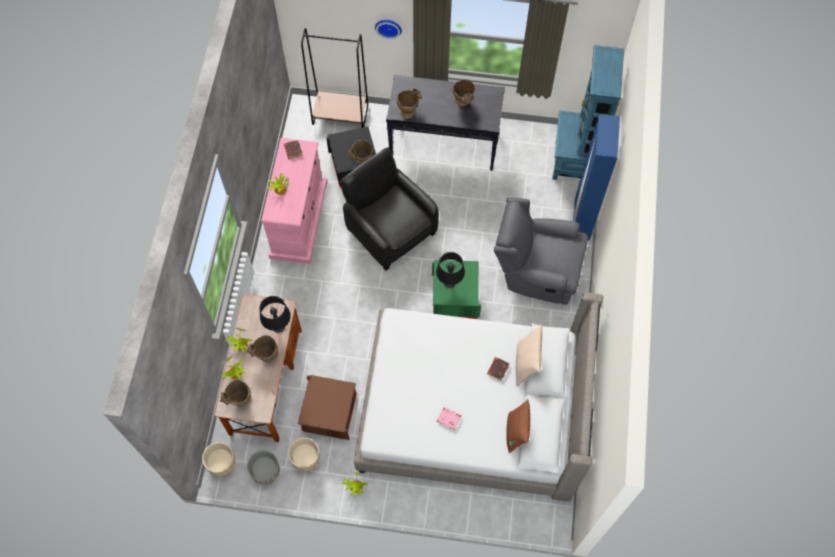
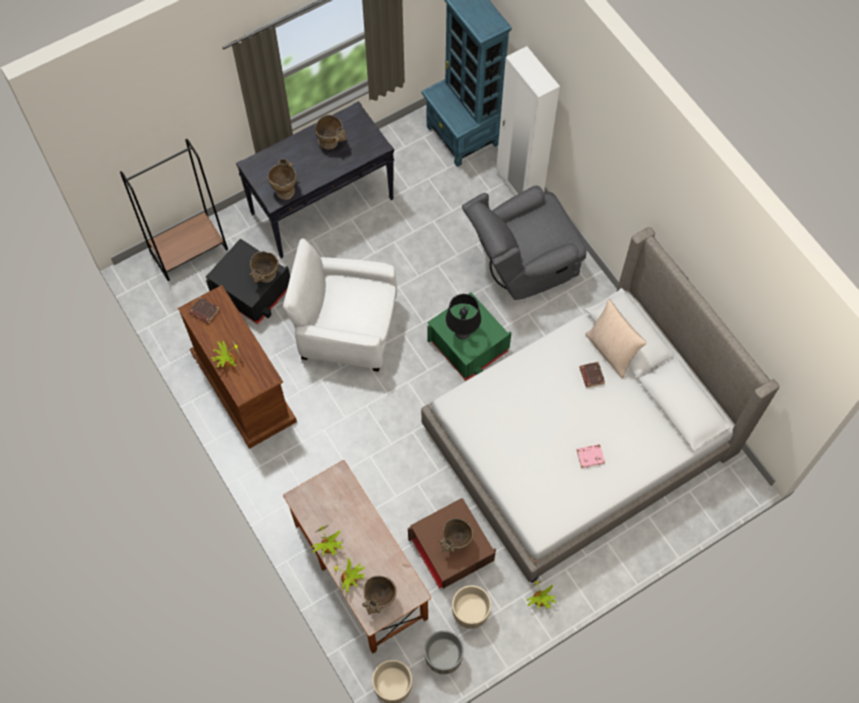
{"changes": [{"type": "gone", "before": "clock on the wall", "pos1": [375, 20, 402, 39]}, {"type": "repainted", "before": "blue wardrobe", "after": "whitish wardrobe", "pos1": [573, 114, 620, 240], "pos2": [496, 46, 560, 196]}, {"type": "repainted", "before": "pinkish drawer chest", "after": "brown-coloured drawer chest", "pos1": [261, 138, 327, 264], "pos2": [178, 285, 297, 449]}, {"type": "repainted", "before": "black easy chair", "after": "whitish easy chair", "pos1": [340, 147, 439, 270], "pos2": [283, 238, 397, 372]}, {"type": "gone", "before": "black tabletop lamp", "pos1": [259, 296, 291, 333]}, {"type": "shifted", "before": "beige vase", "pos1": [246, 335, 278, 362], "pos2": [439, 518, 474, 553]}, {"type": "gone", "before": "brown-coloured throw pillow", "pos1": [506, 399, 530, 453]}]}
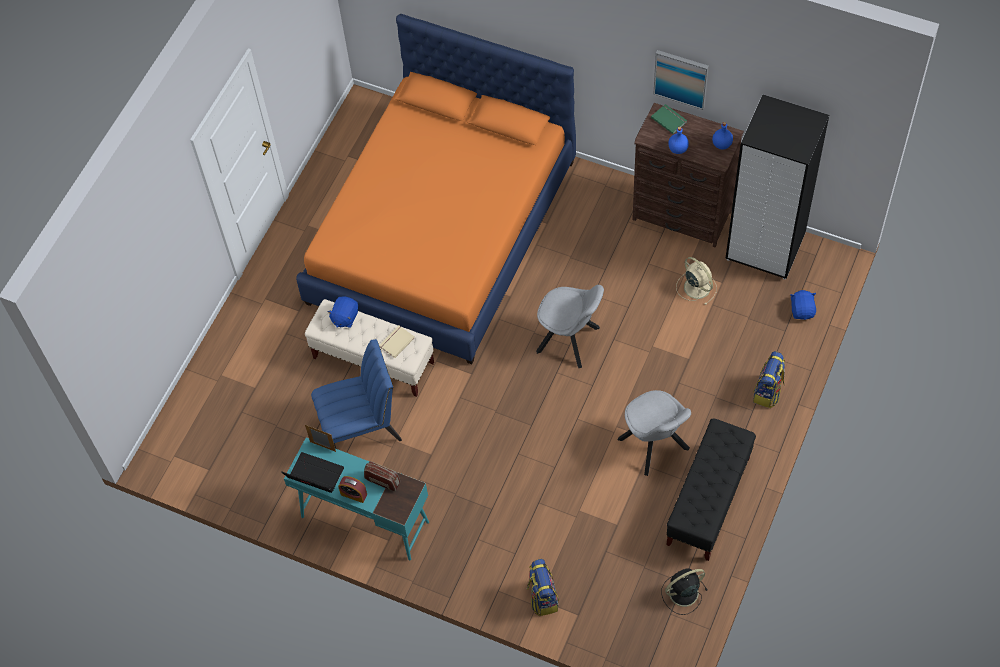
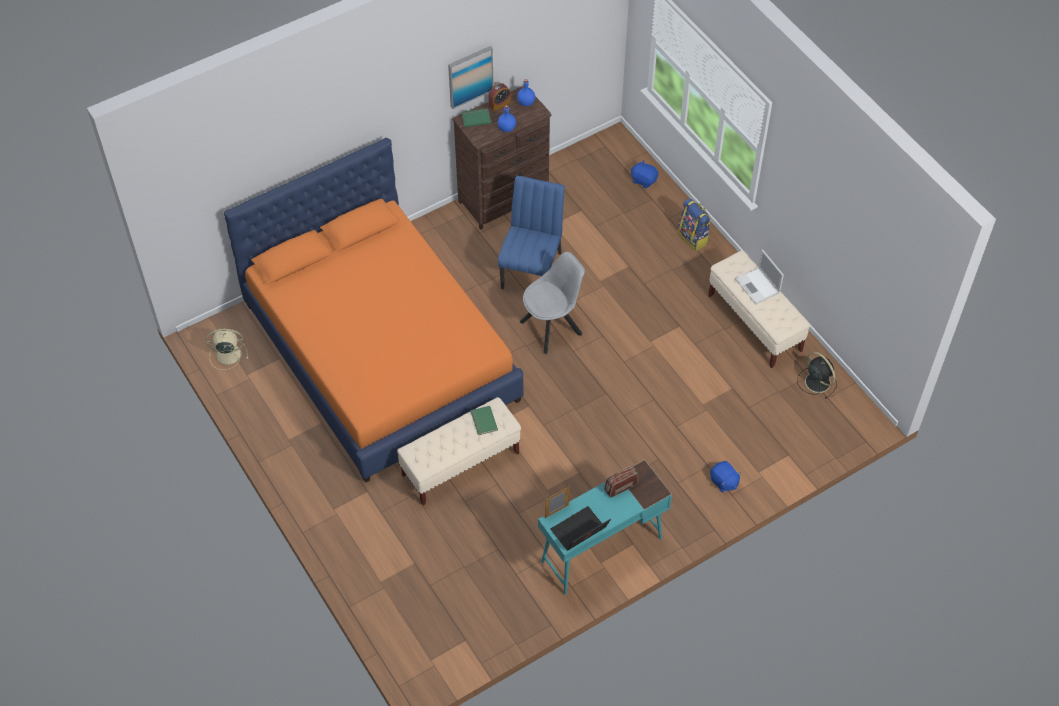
{"changes": [{"type": "gone", "before": "wardrobe", "pos1": [725, 94, 829, 280]}, {"type": "shifted", "before": "beige electric fan", "pos1": [676, 257, 717, 305], "pos2": [206, 329, 248, 370]}, {"type": "shifted", "before": "blue soft toy", "pos1": [327, 296, 358, 328], "pos2": [710, 461, 741, 493]}, {"type": "repainted", "before": "beige book", "after": "green-coloured book", "pos1": [379, 325, 415, 358], "pos2": [470, 406, 498, 435]}, {"type": "shifted", "before": "blue chair", "pos1": [311, 339, 402, 449], "pos2": [498, 176, 565, 289]}, {"type": "gone", "before": "grey chair", "pos1": [618, 390, 691, 476]}, {"type": "repainted", "before": "black bench", "after": "beige bench", "pos1": [666, 418, 756, 561], "pos2": [708, 250, 811, 368]}, {"type": "shifted", "before": "alarm clock", "pos1": [339, 476, 367, 503], "pos2": [489, 83, 511, 111]}, {"type": "gone", "before": "knapsack", "pos1": [527, 559, 559, 616]}, {"type": "rotated", "before": "black electric fan", "pos1": [662, 568, 708, 615], "pos2": [797, 351, 837, 399], "turn": 135}, {"type": "new", "after": "portable computer", "pos2": [735, 250, 784, 304]}]}
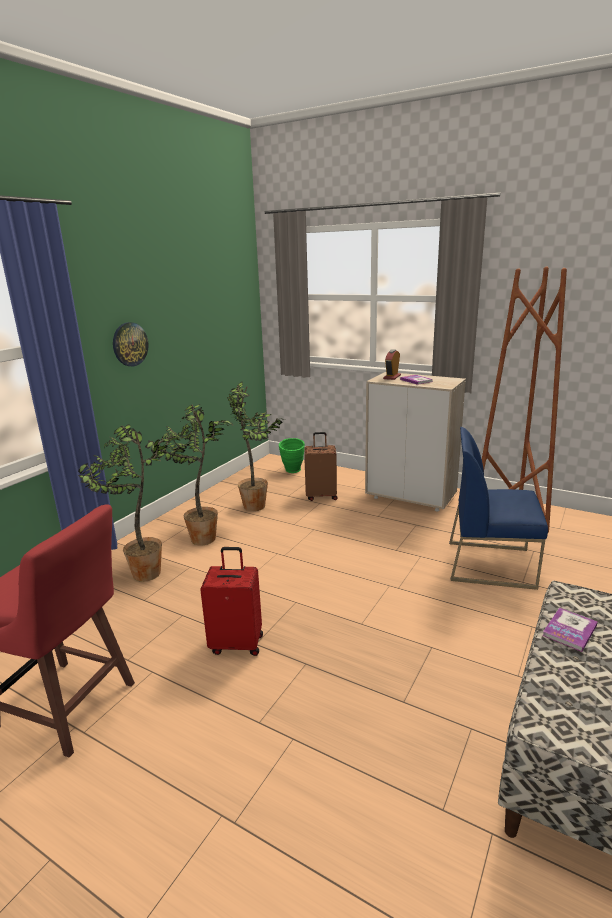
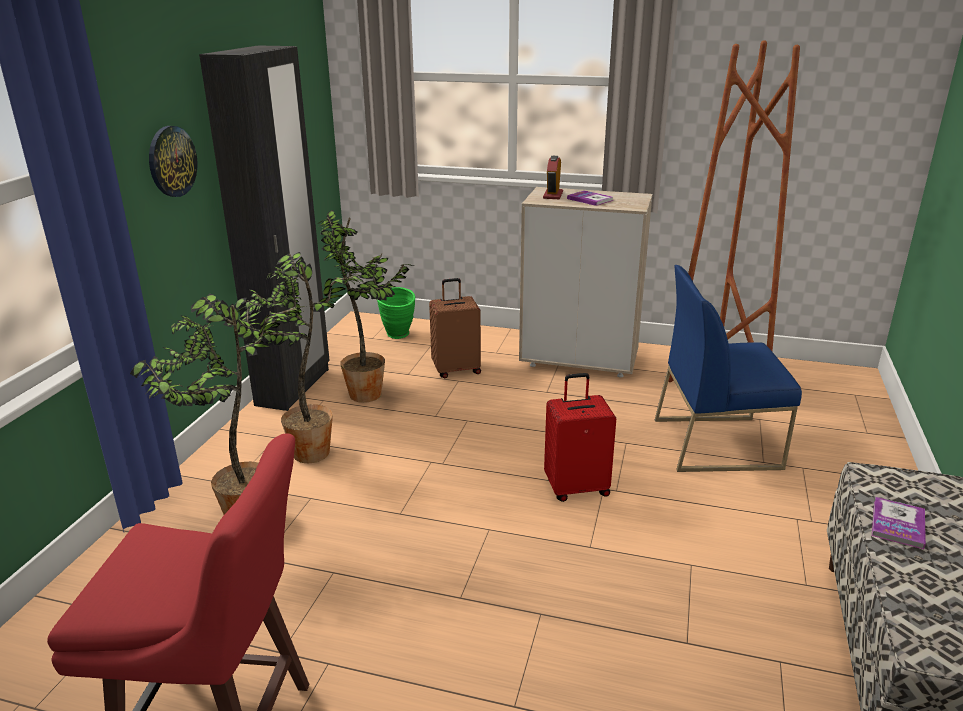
{"changes": [{"type": "shifted", "before": "reddish travel case", "pos1": [200, 547, 263, 656], "pos2": [544, 373, 616, 502]}, {"type": "new", "after": "black wardrobe", "pos2": [199, 46, 330, 411]}]}
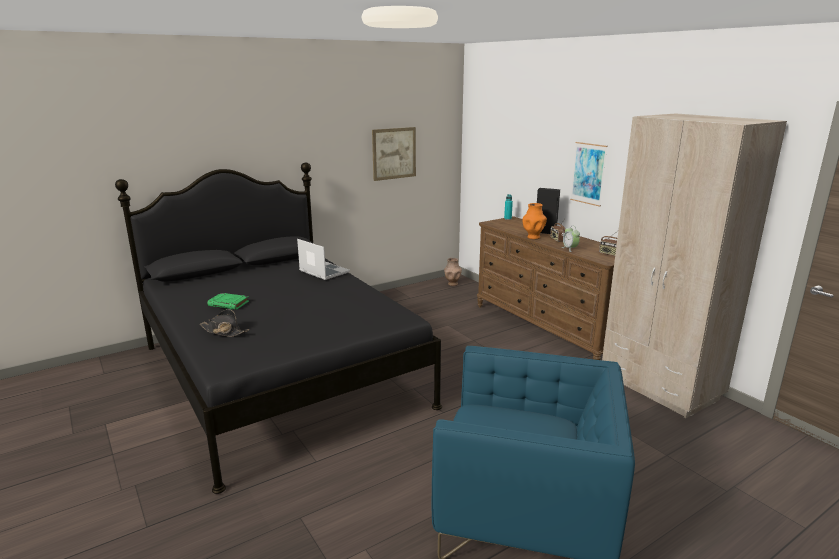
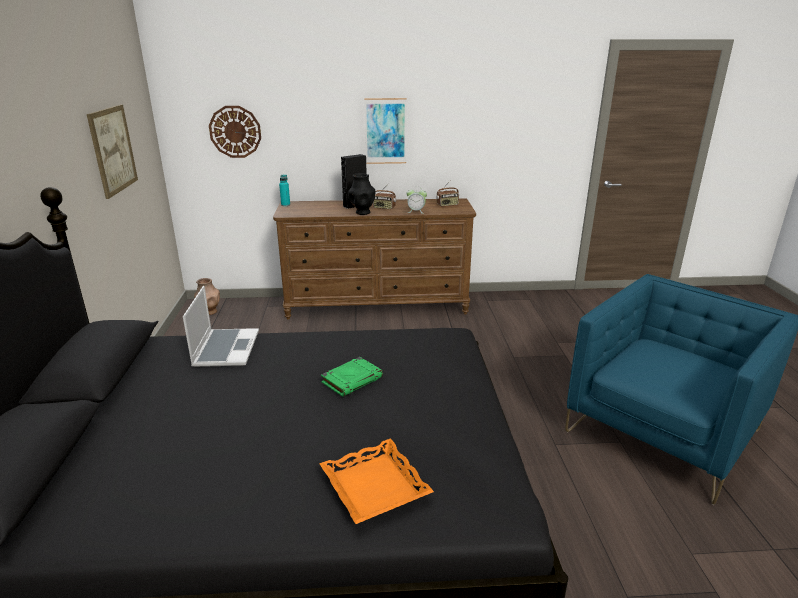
{"changes": [{"type": "gone", "before": "beige wardrobe", "pos1": [602, 114, 787, 418]}, {"type": "repainted", "before": "orange vase", "after": "black vase", "pos1": [523, 203, 547, 239], "pos2": [348, 173, 376, 215]}, {"type": "rotated", "before": "portable computer", "pos1": [297, 239, 350, 280], "pos2": [183, 286, 259, 367], "turn": 105}, {"type": "shifted", "before": "green-coloured book", "pos1": [207, 293, 249, 310], "pos2": [321, 357, 383, 397]}, {"type": "swapped", "before": "black wearable hat", "after": "orange tray", "pos1": [200, 309, 249, 337], "pos2": [319, 438, 434, 524]}, {"type": "new", "after": "clock on the wall", "pos2": [209, 106, 261, 158]}]}
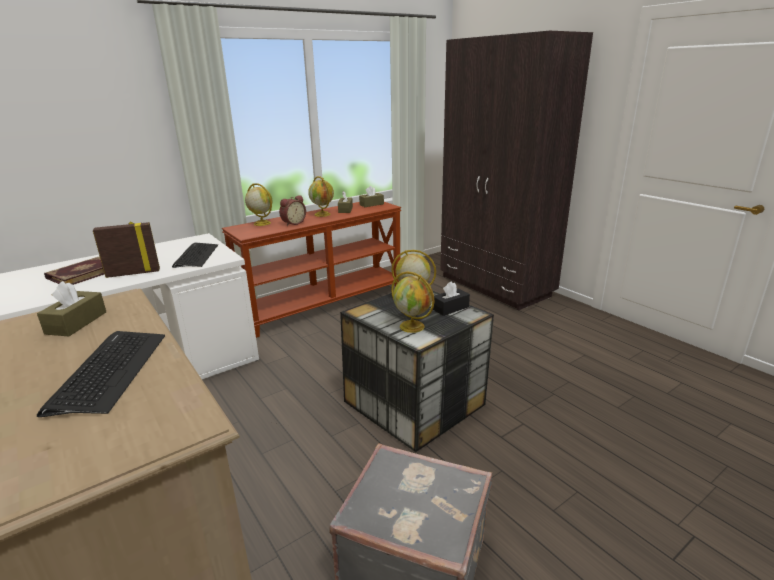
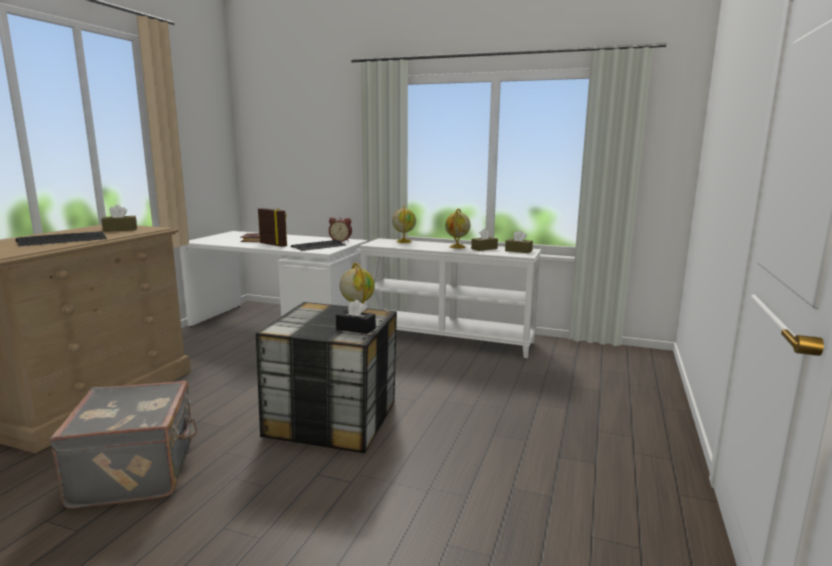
{"changes": [{"type": "gone", "before": "brown-coloured wardrobe", "pos1": [440, 31, 593, 311]}, {"type": "shifted", "before": "alarm clock", "pos1": [279, 195, 306, 226], "pos2": [329, 217, 352, 242]}, {"type": "repainted", "before": "brown-coloured narrow table", "after": "whitish narrow table", "pos1": [222, 202, 402, 338], "pos2": [359, 238, 542, 358]}, {"type": "gone", "before": "desk globe", "pos1": [391, 272, 435, 333]}]}
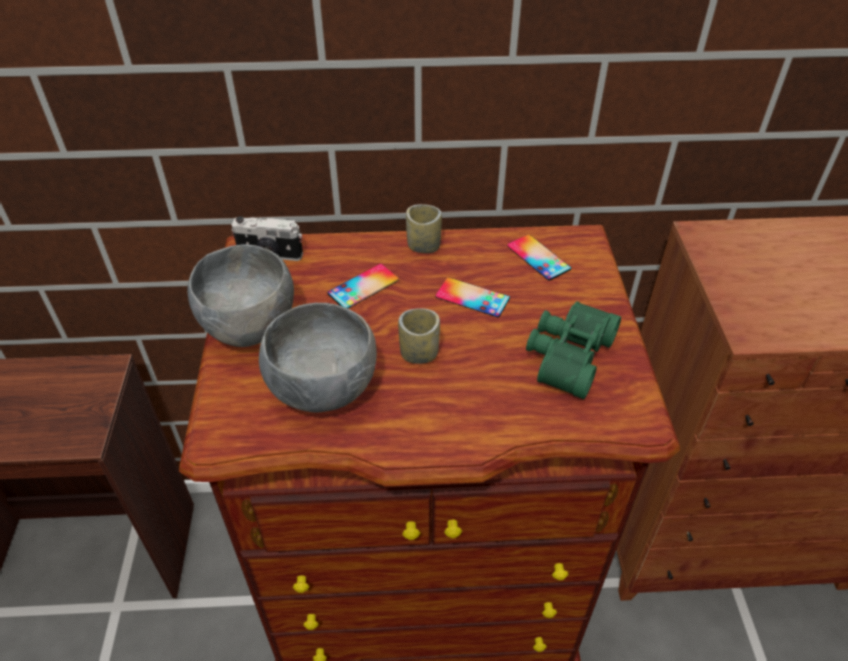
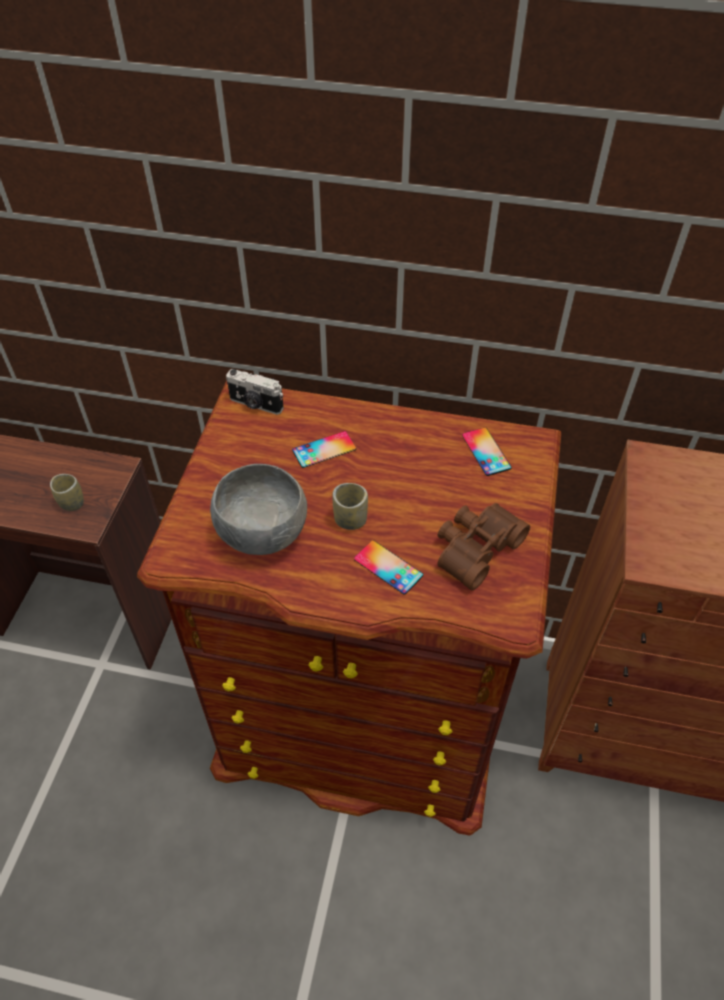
{"changes": [{"type": "shifted", "before": "cup", "pos1": [406, 204, 442, 253], "pos2": [50, 474, 84, 511]}, {"type": "gone", "before": "grey bowl", "pos1": [187, 245, 294, 347]}, {"type": "shifted", "before": "telephone", "pos1": [435, 277, 510, 317], "pos2": [354, 540, 423, 595]}, {"type": "repainted", "before": "green-coloured pair of binoculars", "after": "brown-coloured pair of binoculars", "pos1": [526, 301, 621, 399], "pos2": [438, 503, 530, 590]}]}
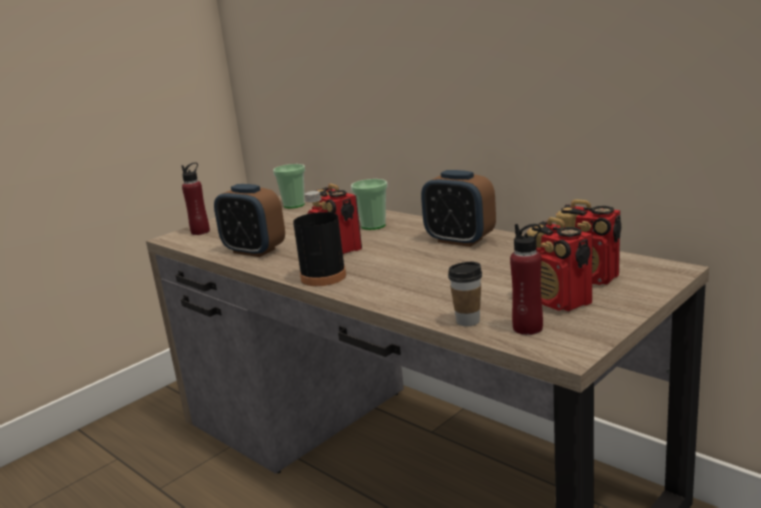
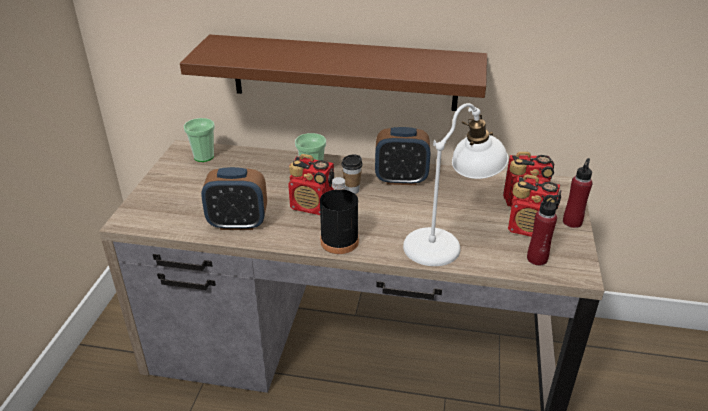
{"changes": [{"type": "shifted", "before": "reddish drink bottle", "pos1": [181, 162, 210, 235], "pos2": [563, 158, 592, 228]}, {"type": "shifted", "before": "cup", "pos1": [448, 262, 482, 326], "pos2": [342, 154, 363, 194]}, {"type": "new", "after": "brown-coloured shelf", "pos2": [180, 34, 487, 111]}, {"type": "new", "after": "whitish tabletop lamp", "pos2": [403, 103, 508, 266]}]}
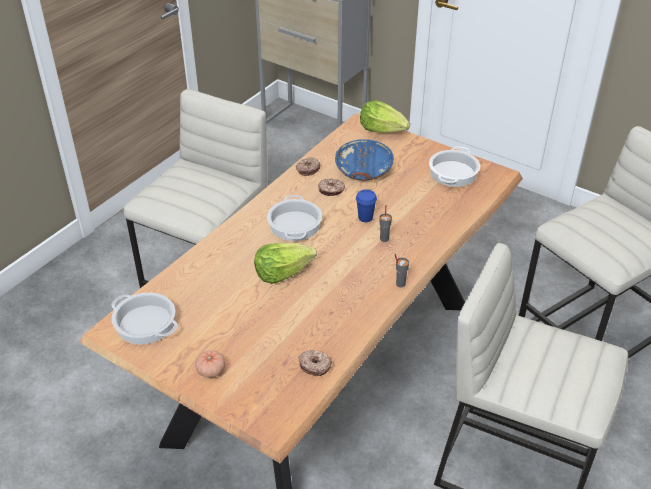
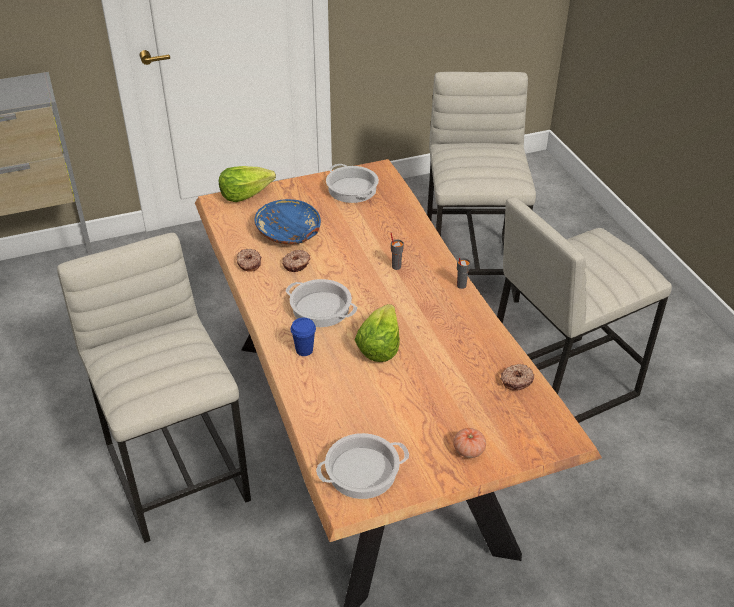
{"changes": [{"type": "shifted", "before": "blue cup", "pos1": [356, 189, 377, 222], "pos2": [291, 318, 316, 356]}]}
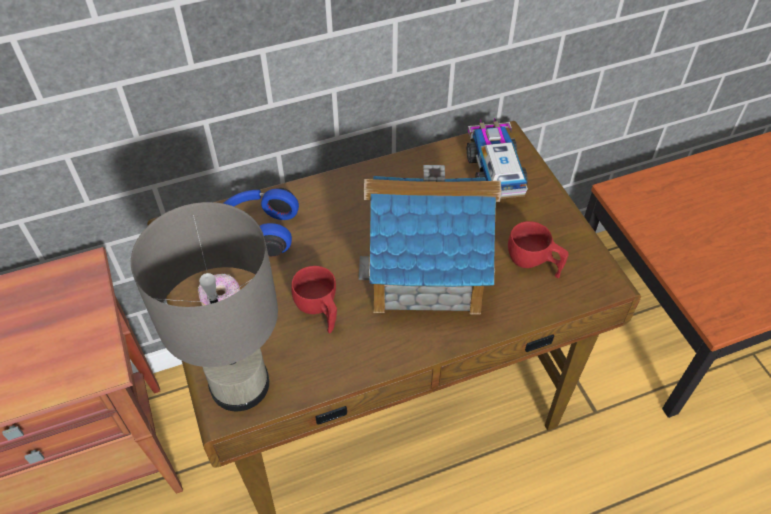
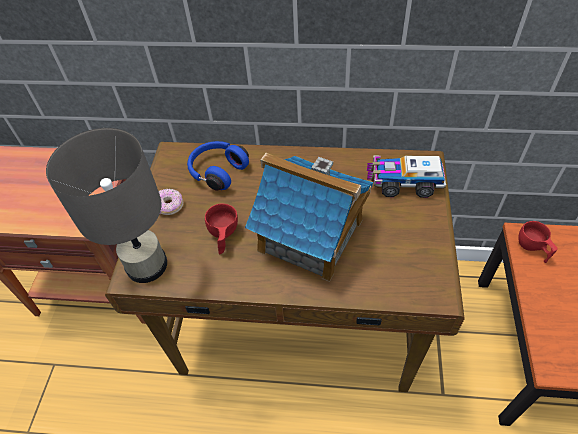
{"changes": [{"type": "rotated", "before": "toy lorry", "pos1": [467, 118, 528, 199], "pos2": [367, 156, 446, 198], "turn": -105}, {"type": "shifted", "before": "reddish cup", "pos1": [508, 221, 569, 278], "pos2": [518, 221, 558, 263]}]}
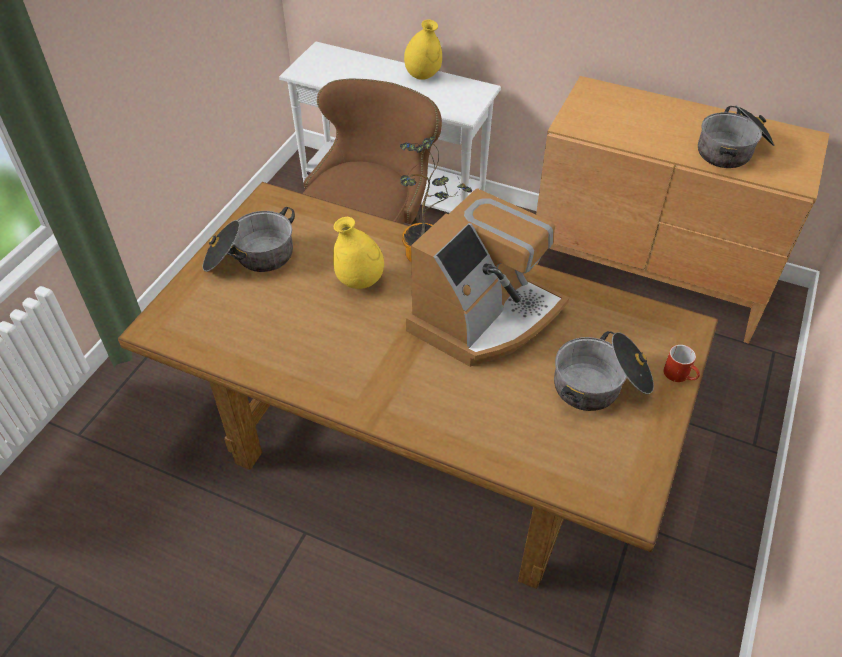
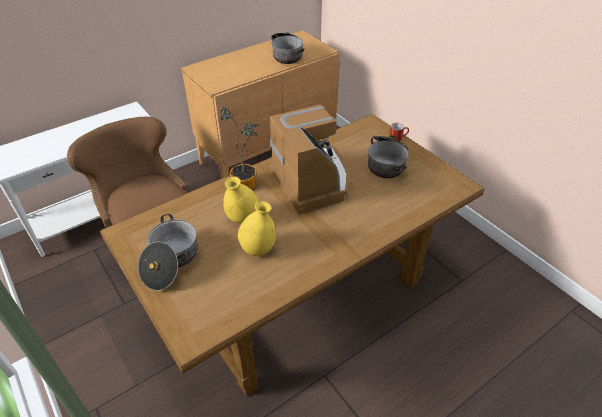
{"changes": [{"type": "shifted", "before": "yellow vase", "pos1": [404, 19, 442, 80], "pos2": [238, 201, 276, 256]}]}
